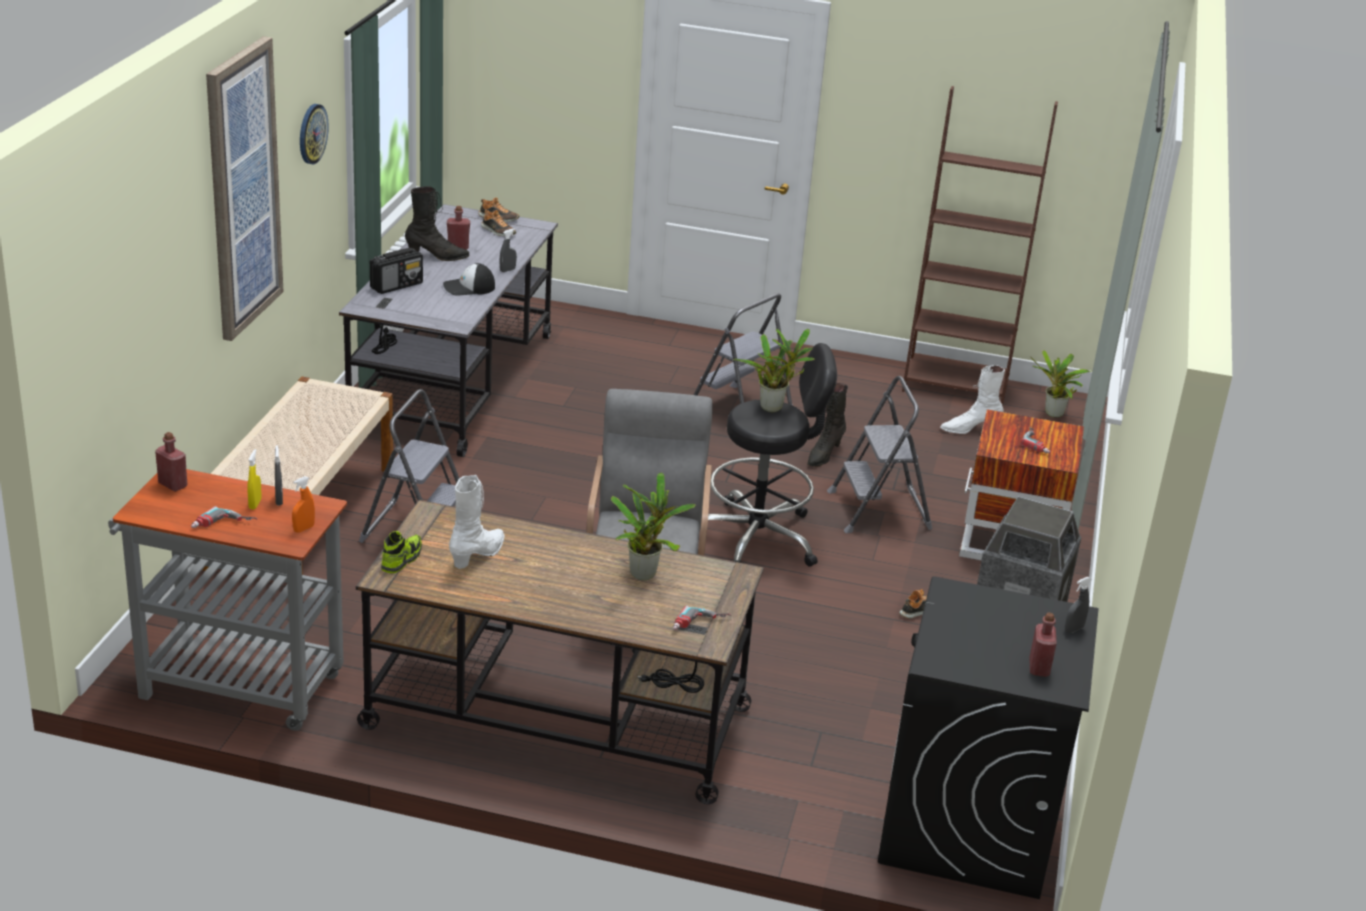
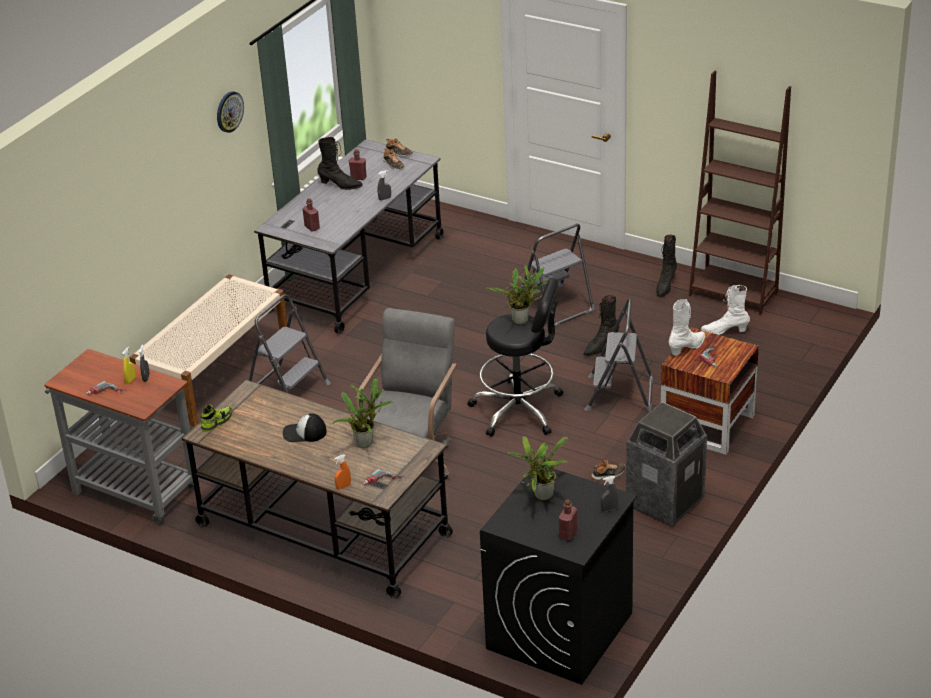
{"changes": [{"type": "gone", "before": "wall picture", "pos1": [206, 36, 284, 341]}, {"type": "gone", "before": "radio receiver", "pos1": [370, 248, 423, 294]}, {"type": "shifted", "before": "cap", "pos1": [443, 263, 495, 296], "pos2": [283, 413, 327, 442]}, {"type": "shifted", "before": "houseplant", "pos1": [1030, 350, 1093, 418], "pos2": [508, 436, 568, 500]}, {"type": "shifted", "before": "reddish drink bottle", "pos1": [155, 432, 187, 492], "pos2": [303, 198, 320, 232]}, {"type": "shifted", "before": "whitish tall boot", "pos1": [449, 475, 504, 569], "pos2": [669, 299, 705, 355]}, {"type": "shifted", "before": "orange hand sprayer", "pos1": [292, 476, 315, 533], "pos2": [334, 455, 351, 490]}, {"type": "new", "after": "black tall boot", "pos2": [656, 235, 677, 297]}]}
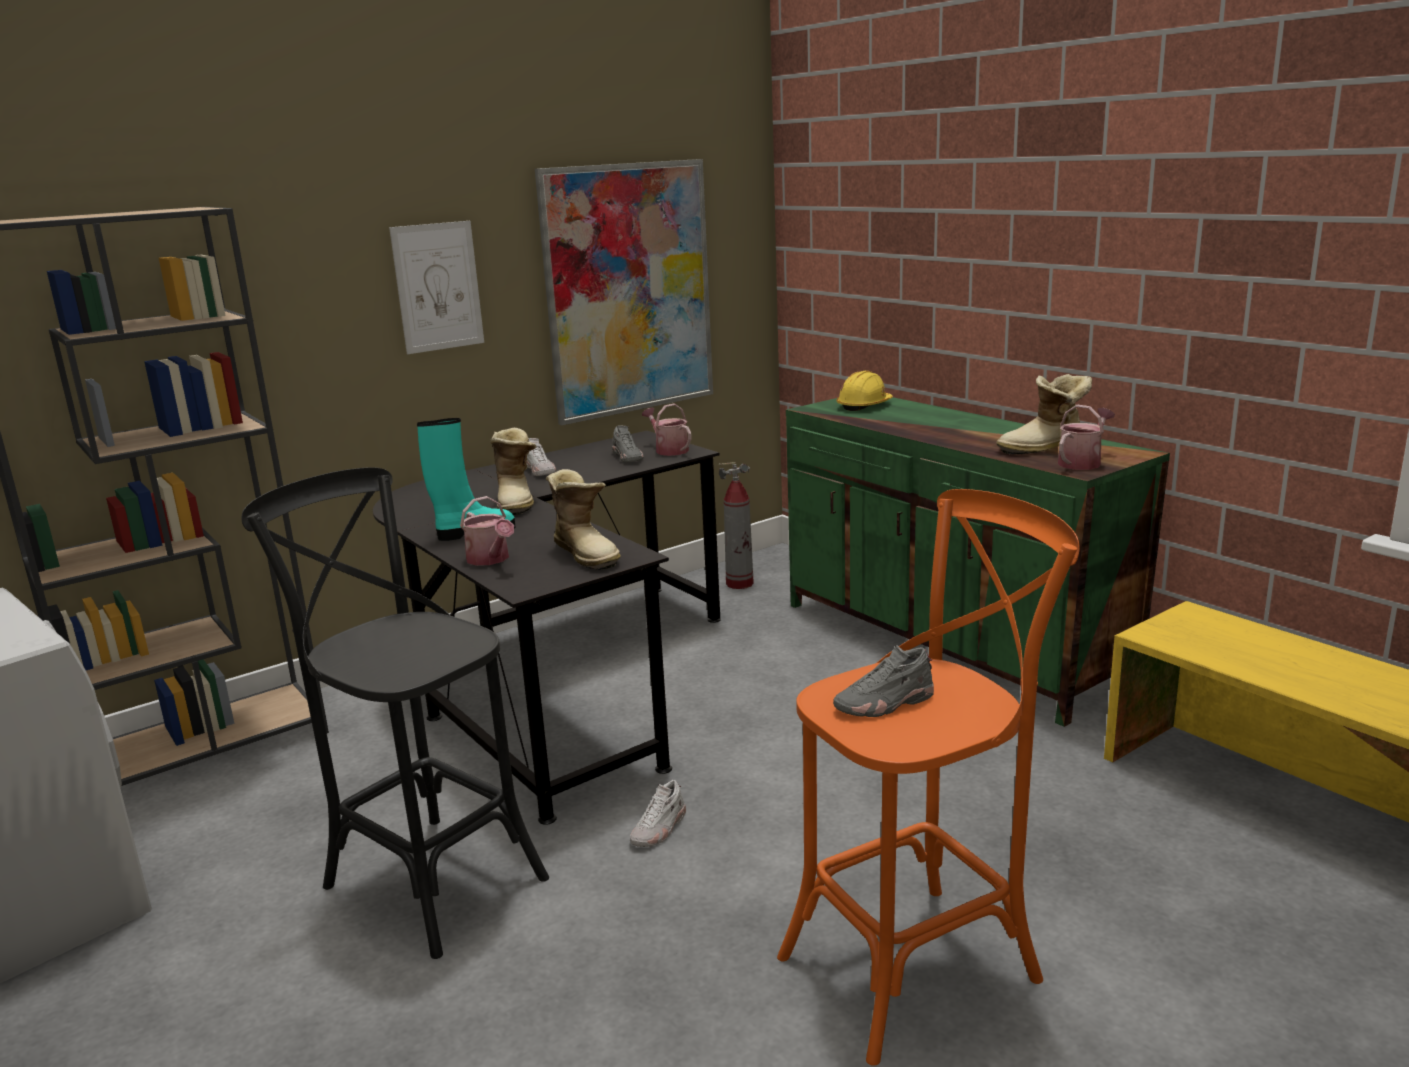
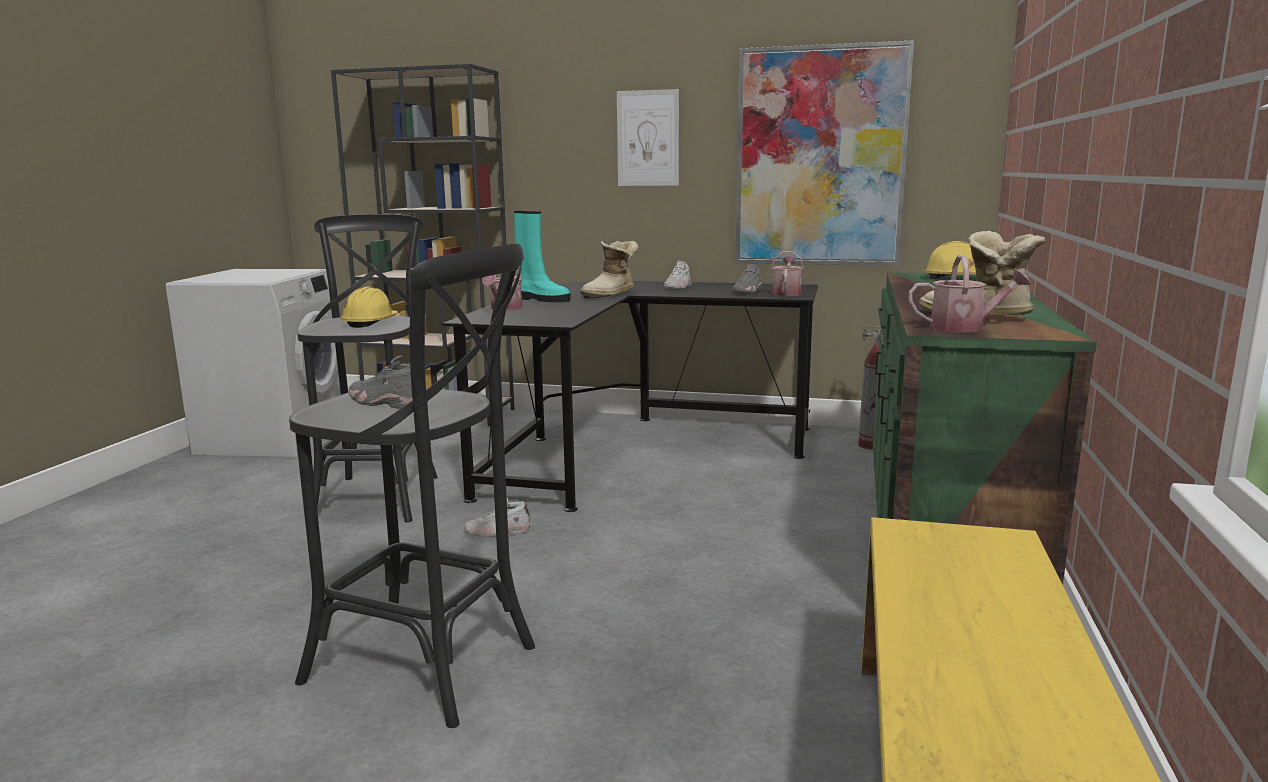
{"changes": [{"type": "gone", "before": "tall boot", "pos1": [546, 469, 621, 570]}, {"type": "repainted", "before": "orange sitting stool", "after": "black sitting stool", "pos1": [777, 489, 1080, 1066], "pos2": [289, 243, 535, 728]}, {"type": "new", "after": "yellow hard hat", "pos2": [340, 286, 398, 328]}]}
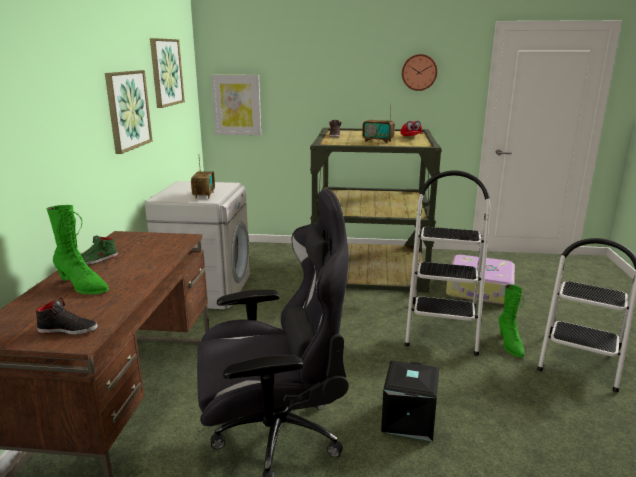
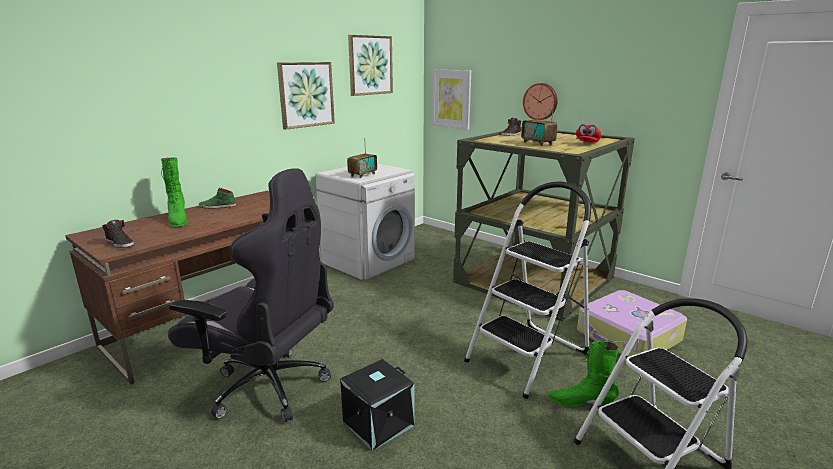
{"changes": [{"type": "shifted", "before": "clock on the wall", "pos1": [402, 54, 437, 91], "pos2": [523, 83, 558, 120]}, {"type": "rotated", "before": "green-coloured tall boot", "pos1": [498, 284, 524, 358], "pos2": [547, 341, 619, 408], "turn": 75}]}
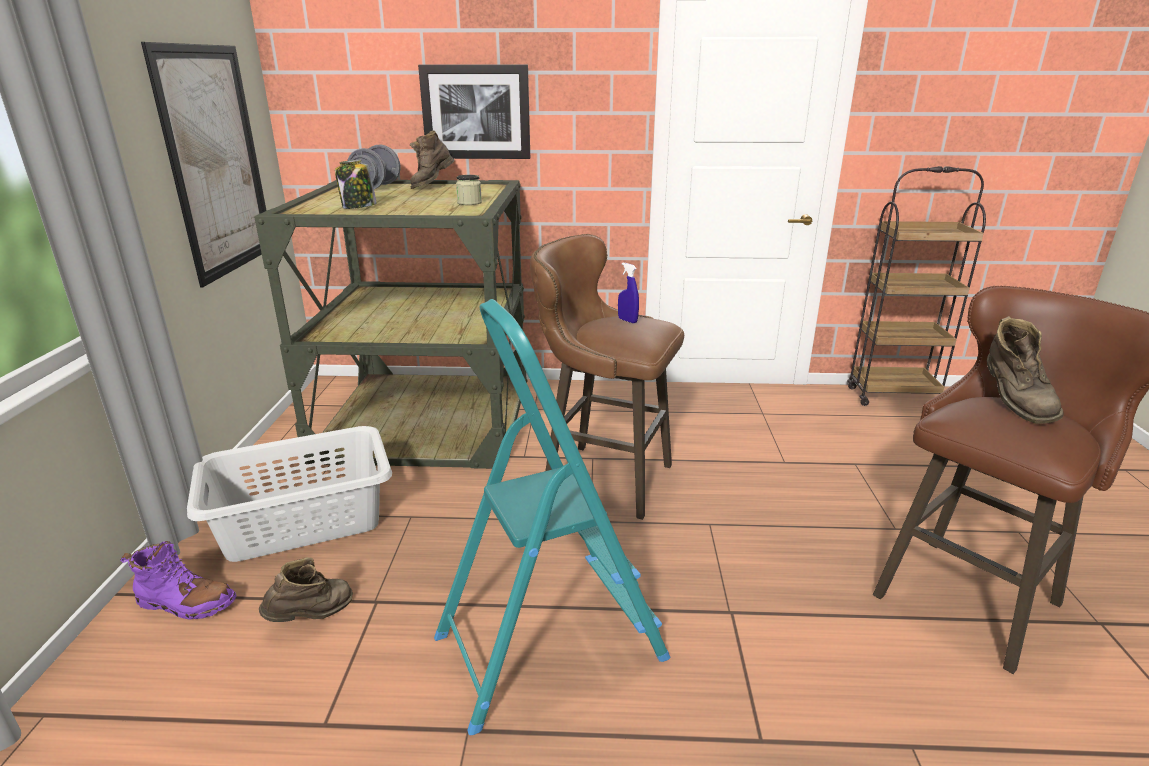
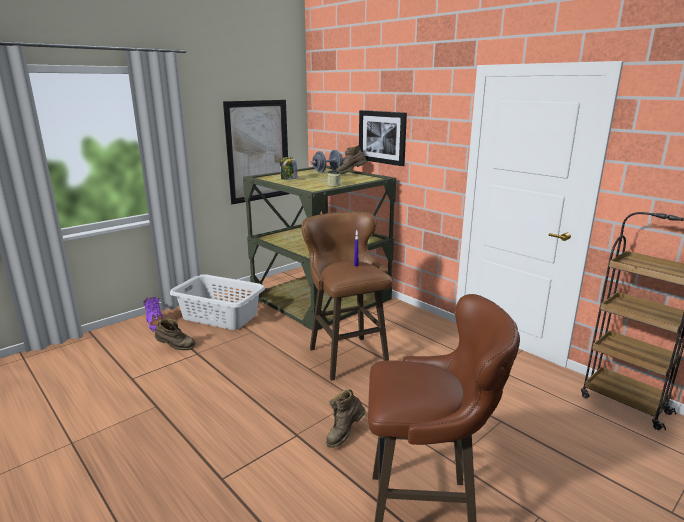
{"changes": [{"type": "gone", "before": "turquoise-coloured step ladder", "pos1": [434, 299, 670, 735]}, {"type": "shifted", "before": "brown-coloured tall boot", "pos1": [987, 316, 1064, 424], "pos2": [326, 389, 365, 448]}]}
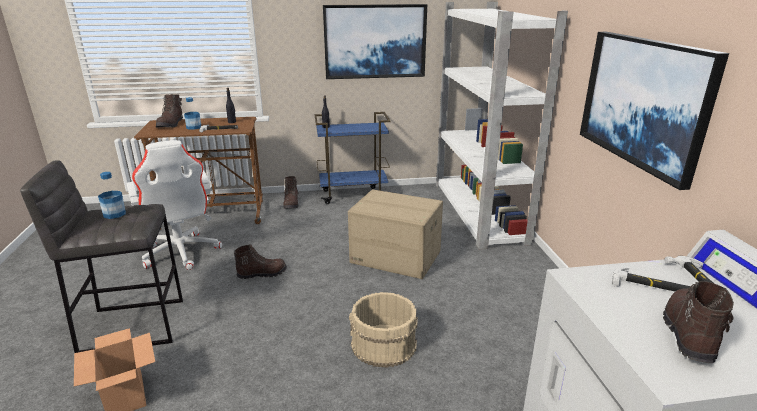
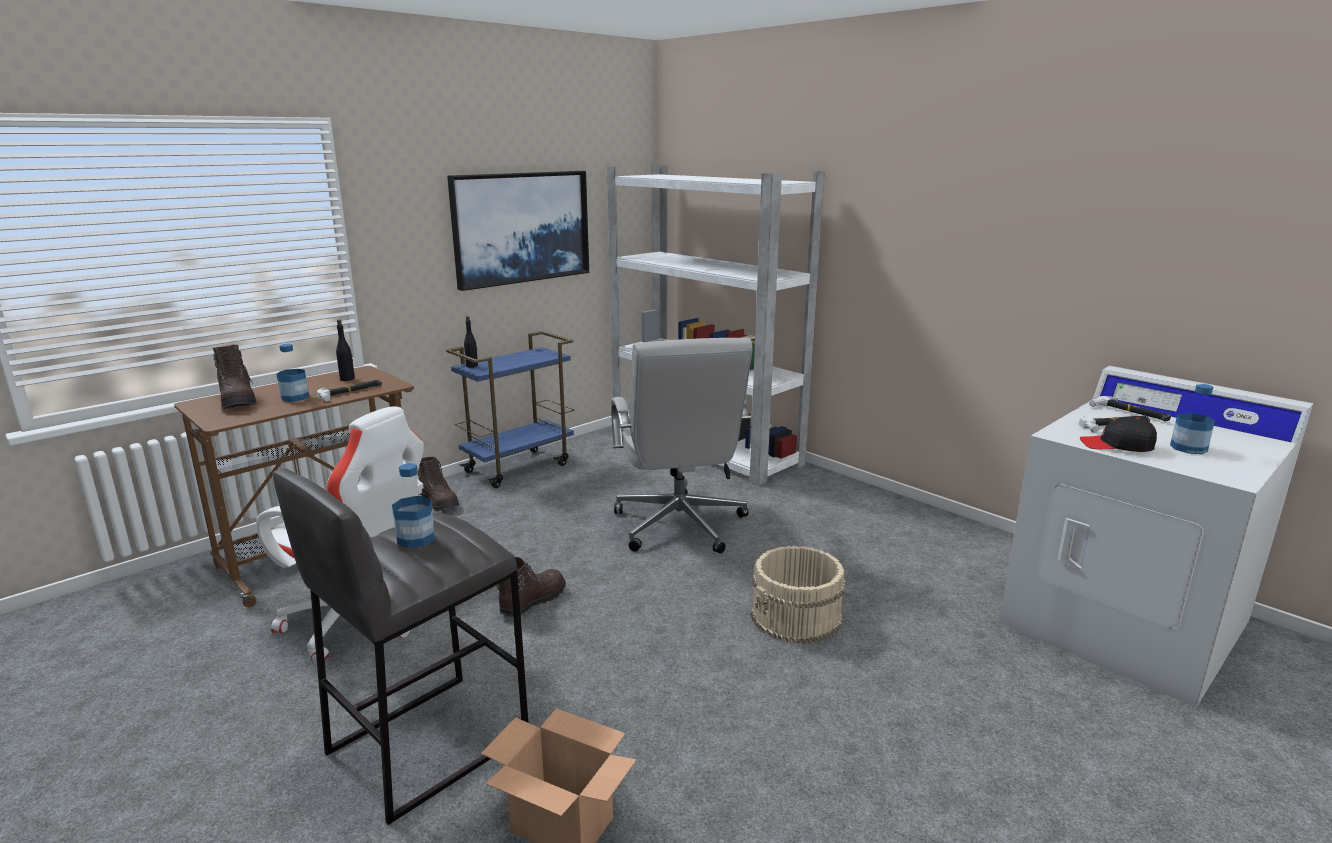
{"changes": [{"type": "gone", "before": "wall picture", "pos1": [580, 32, 729, 190]}, {"type": "swapped", "before": "packing box", "after": "grey office chair", "pos1": [348, 189, 443, 279], "pos2": [611, 338, 752, 554]}, {"type": "swapped", "before": "brown-coloured tall boot", "after": "drink bottle", "pos1": [663, 281, 734, 363], "pos2": [1170, 384, 1215, 454]}, {"type": "new", "after": "black cap", "pos2": [1080, 417, 1157, 452]}]}
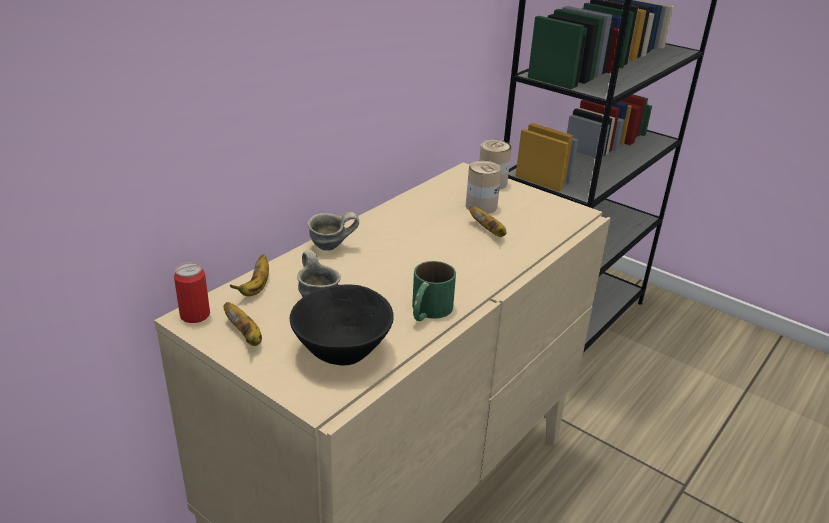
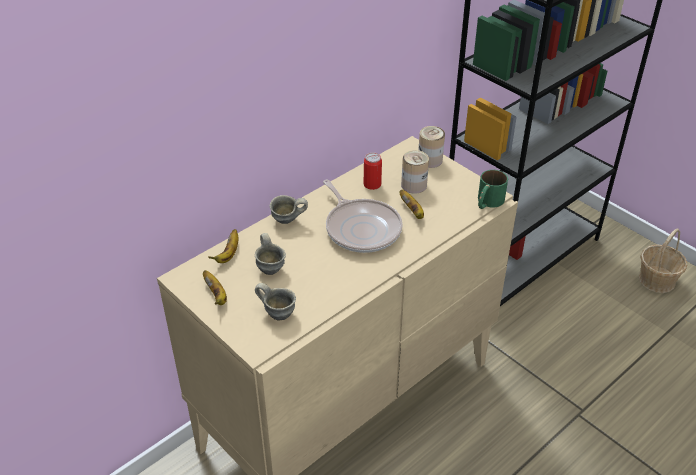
{"changes": [{"type": "shifted", "before": "green-coloured coffee mug", "pos1": [412, 261, 456, 321], "pos2": [478, 170, 508, 209]}, {"type": "shifted", "before": "metal can", "pos1": [174, 262, 210, 323], "pos2": [364, 152, 382, 190]}, {"type": "swapped", "before": "black bowl", "after": "grey coffee mug", "pos1": [290, 284, 394, 366], "pos2": [255, 283, 296, 320]}, {"type": "new", "after": "frying pan", "pos2": [323, 180, 403, 253]}, {"type": "new", "after": "storage basket", "pos2": [639, 229, 687, 293]}]}
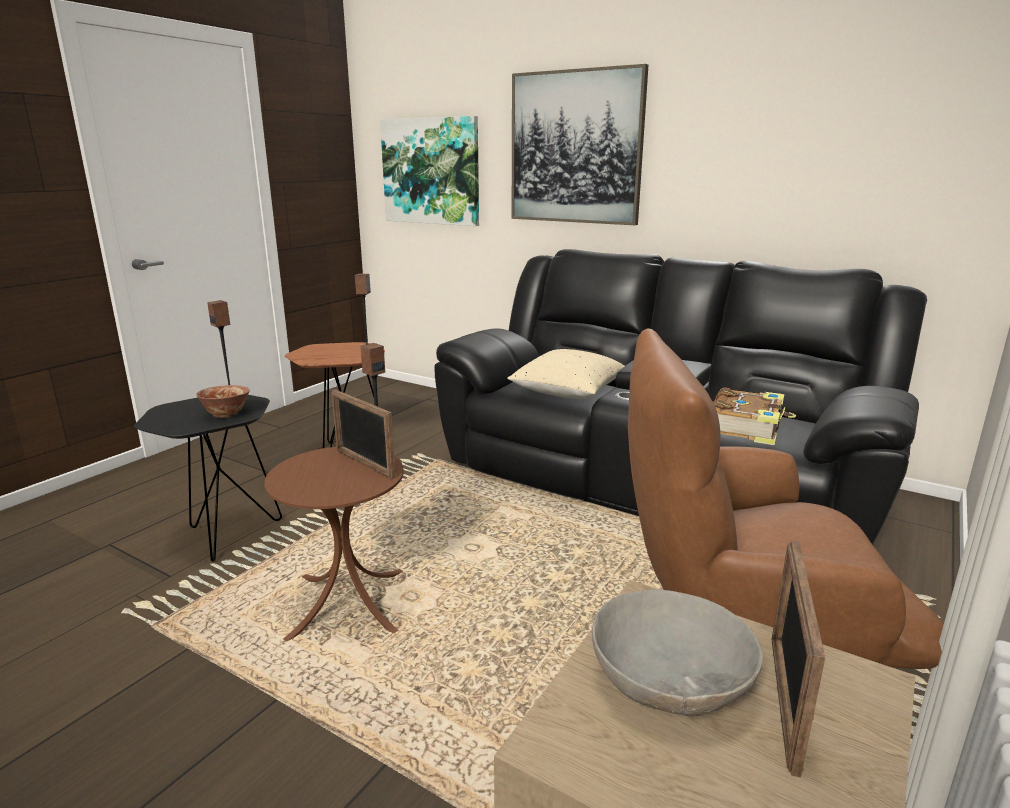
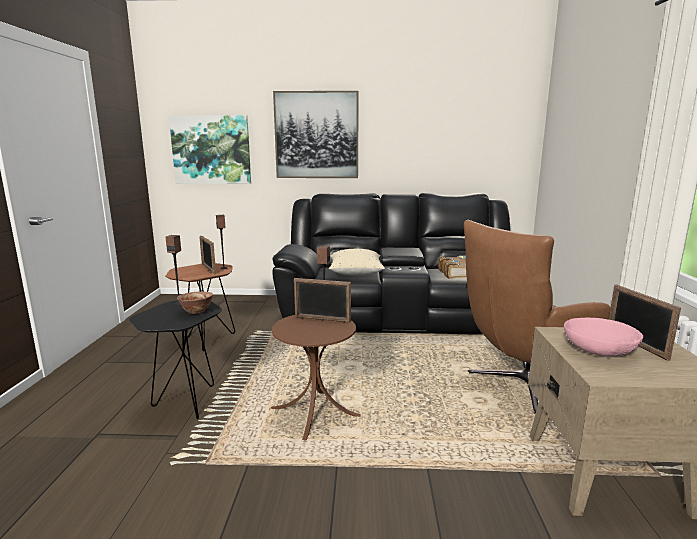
{"changes": [{"type": "repainted", "before": "grey bowl", "after": "pinkish bowl", "pos1": [592, 590, 763, 716], "pos2": [564, 318, 643, 356]}, {"type": "new", "after": "photo frame", "pos2": [199, 236, 216, 274]}]}
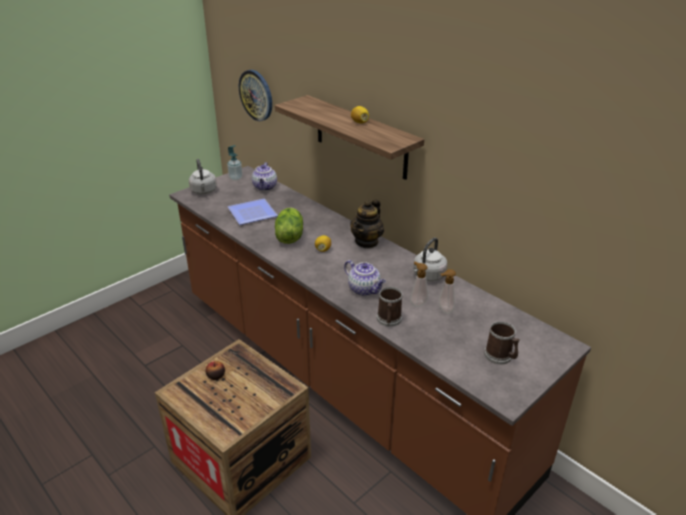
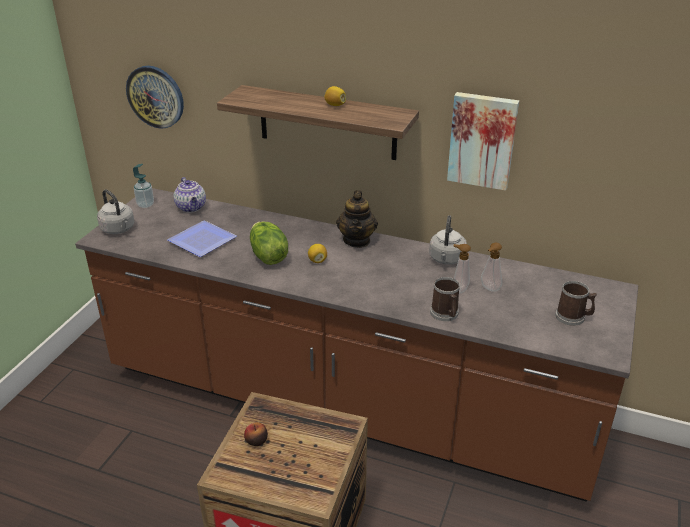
{"changes": [{"type": "gone", "before": "tea pot", "pos1": [344, 260, 386, 296]}, {"type": "new", "after": "wall picture", "pos2": [447, 92, 519, 191]}]}
